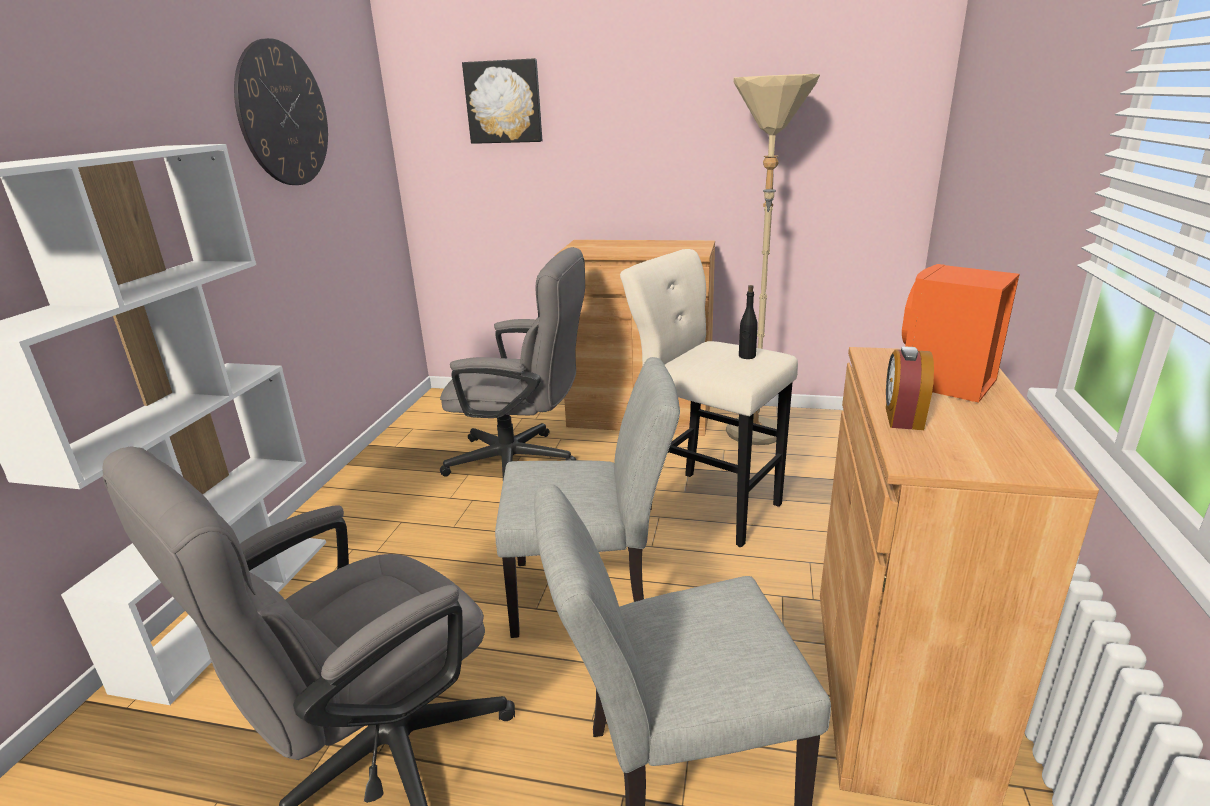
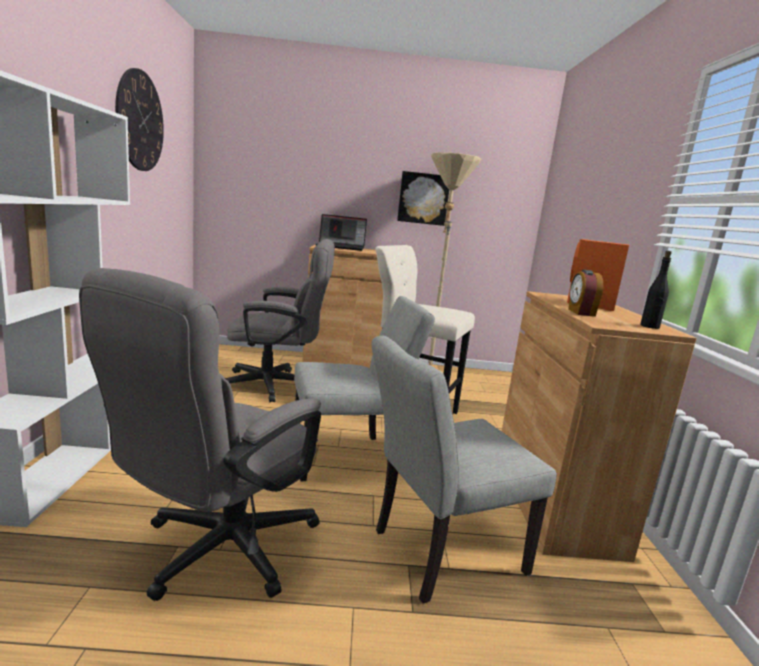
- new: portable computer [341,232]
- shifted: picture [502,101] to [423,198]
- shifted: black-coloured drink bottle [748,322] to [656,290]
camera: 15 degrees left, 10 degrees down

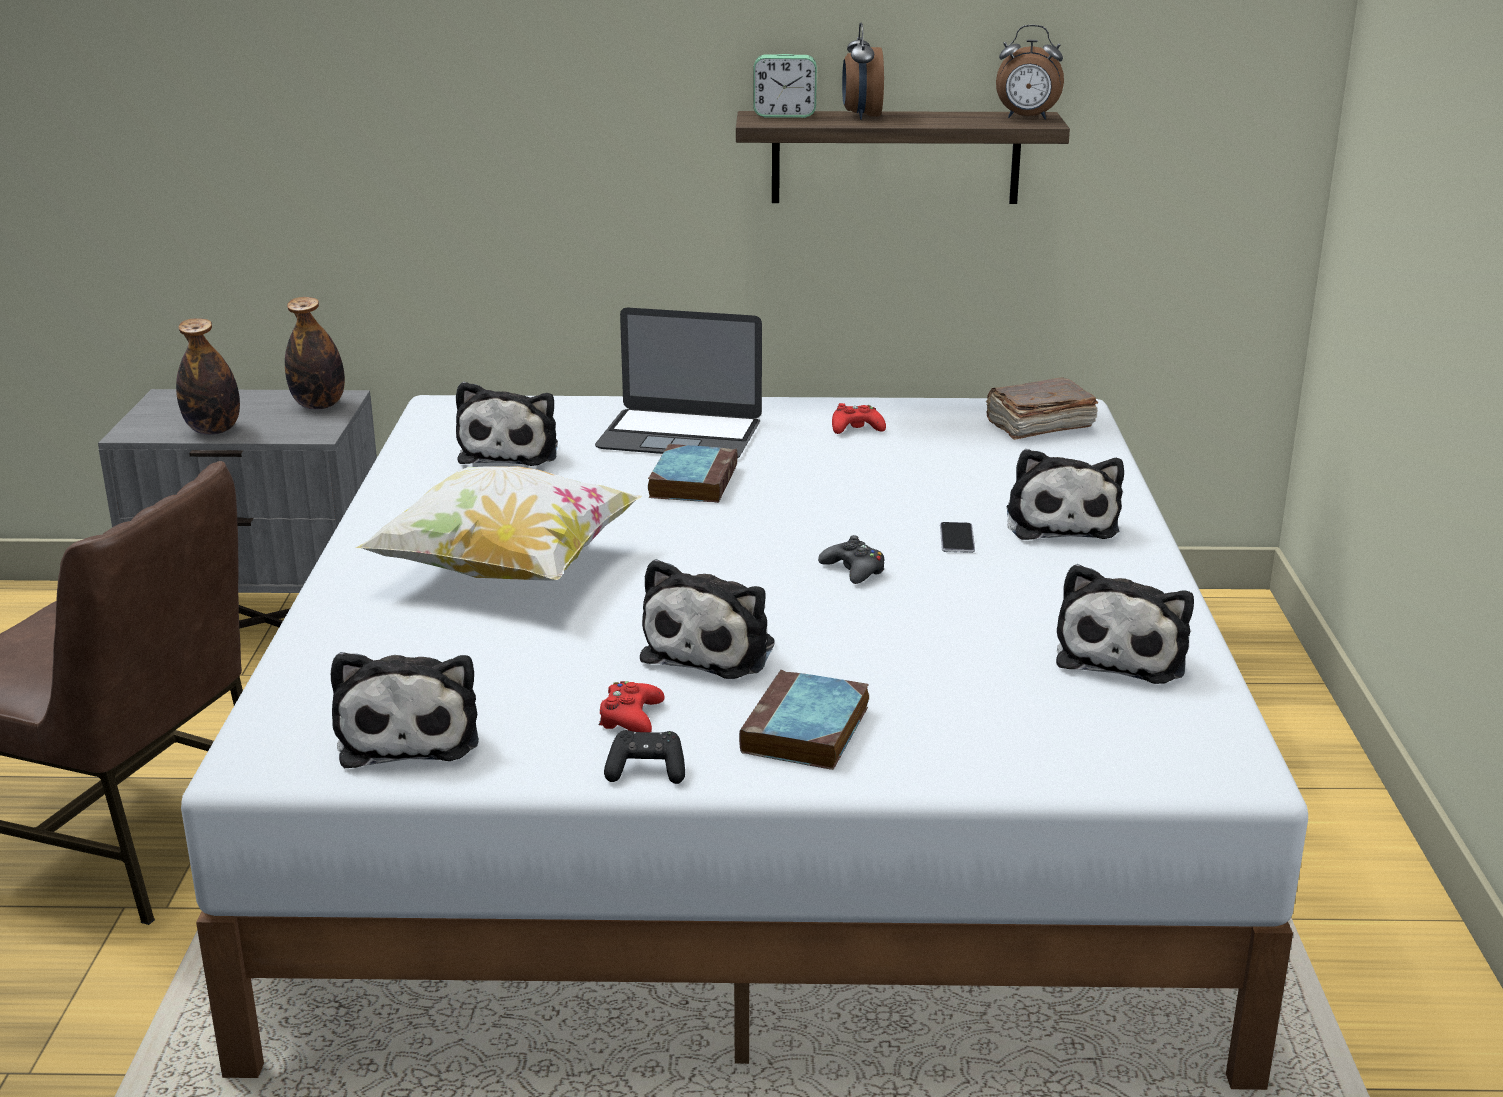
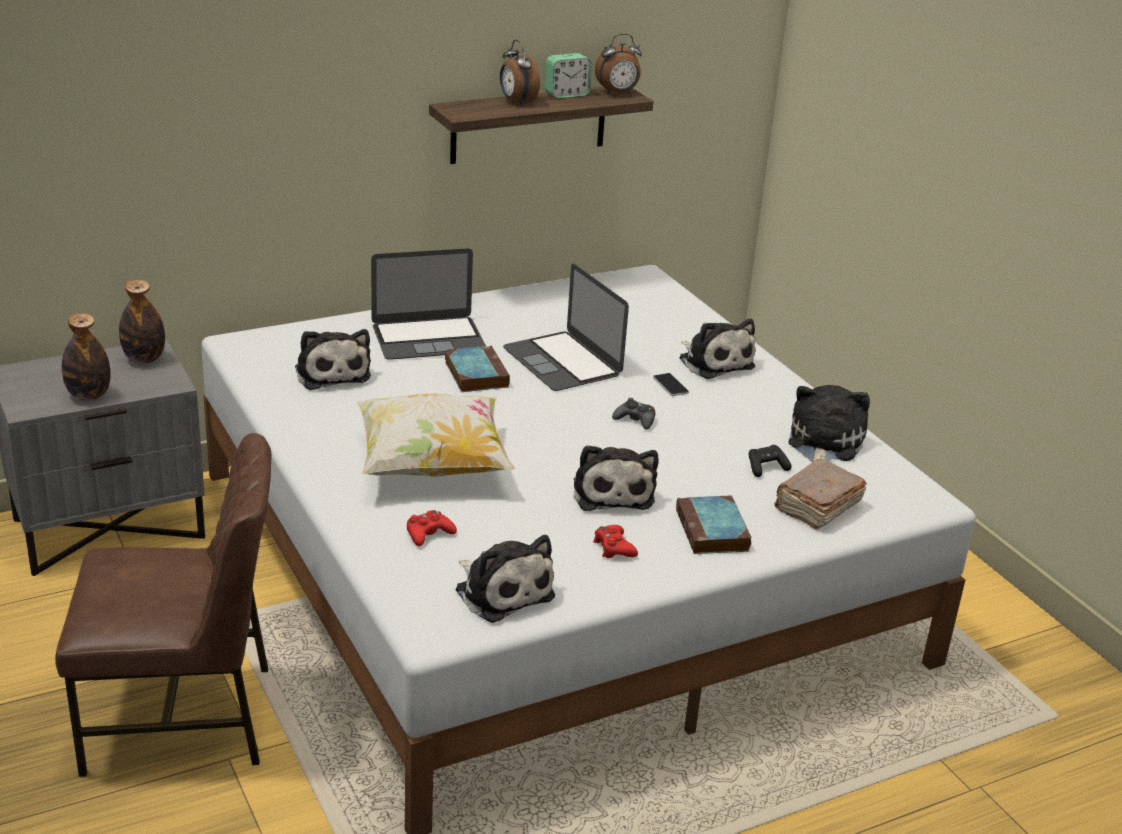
- shifted: red-coloured joypad [859,418] to [432,528]
- new: portable computer [566,327]
- shifted: table clock [785,86] to [568,75]
- shifted: black-coloured joypad [644,757] to [770,461]
- shifted: brown-coloured volume [1041,409] to [820,494]
- rotated: soft toy [1125,624] = [829,423] 150 degrees counterclockwise
camera: 30 degrees left, 5 degrees up

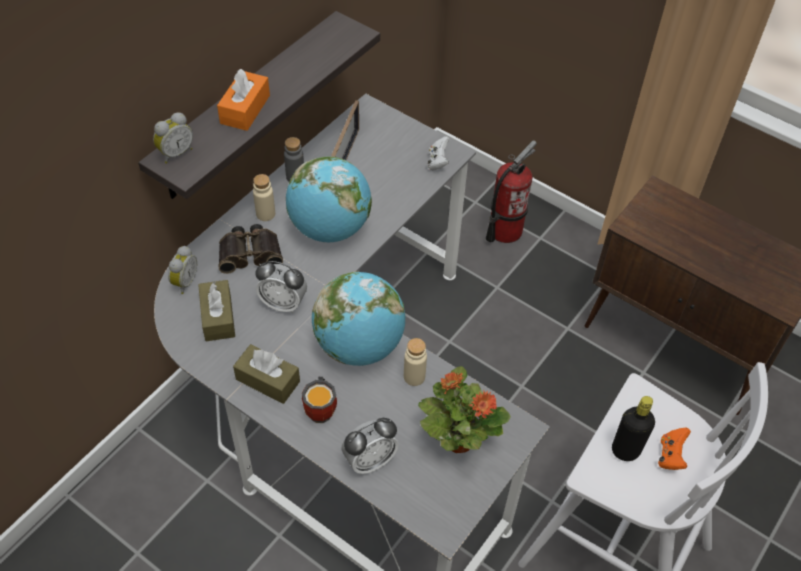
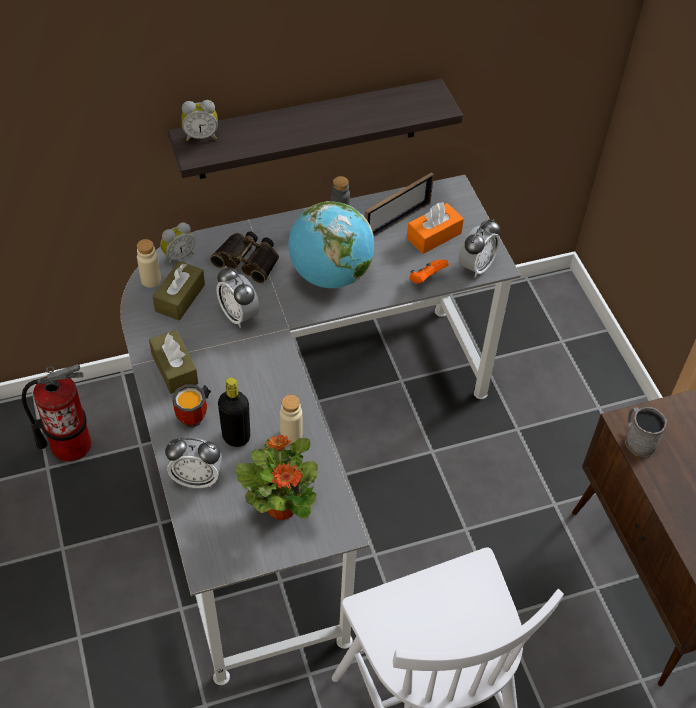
- shifted: fire-fighting cylinder [511,192] to [56,413]
- shifted: sand-coloured drink bottle [264,197] to [149,263]
- shifted: black-coloured drink bottle [633,428] to [234,412]
- shifted: orange-coloured box of tissues [243,100] to [435,228]
- shifted: orange-coloured joypad [674,448] to [429,272]
- swapped: whitish joypad [439,153] to table clock [479,248]
- new: greyish coffee mug [646,432]
- gone: globe [358,319]
camera: 35 degrees right, 0 degrees up

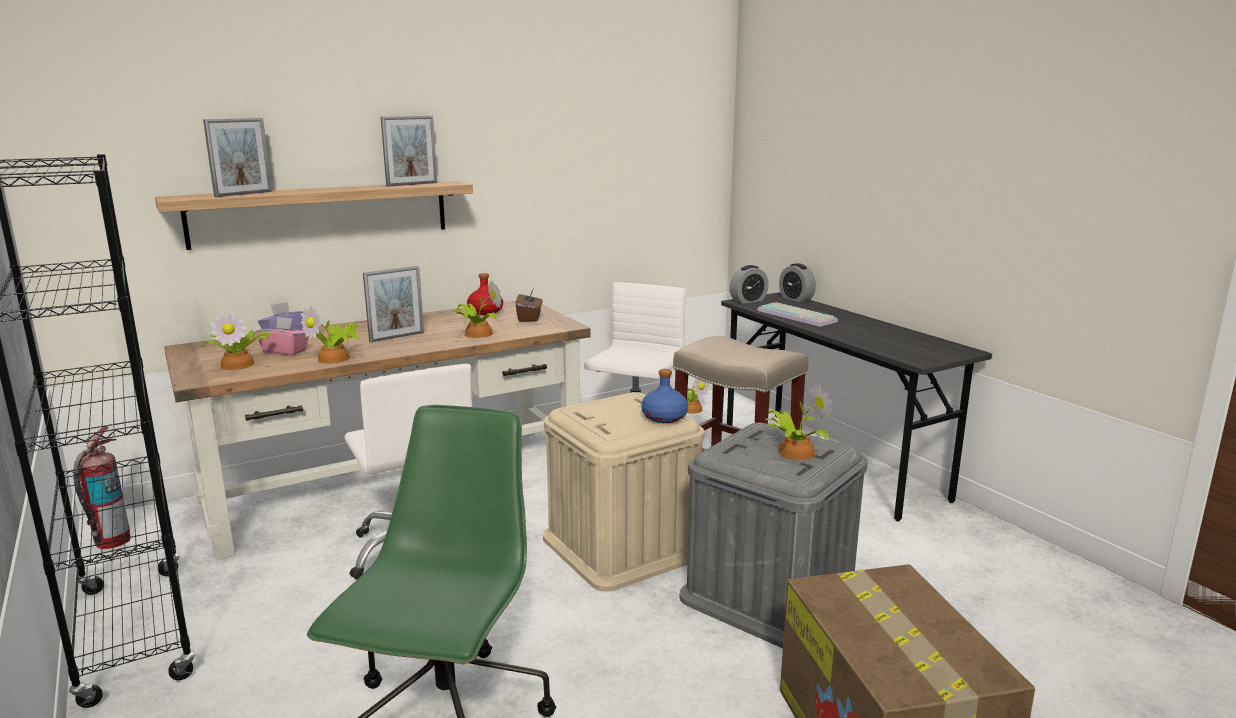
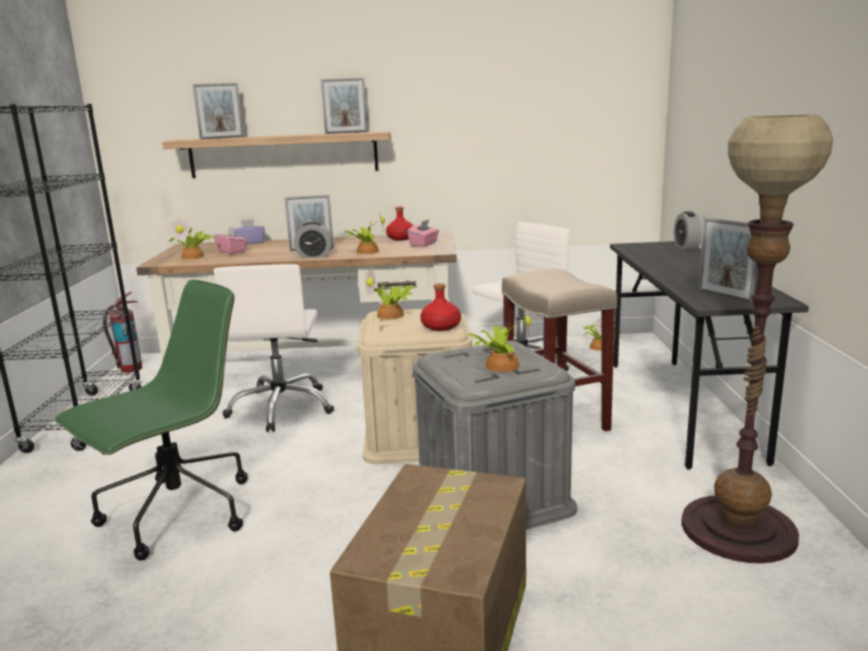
- shifted: table clock [749,284] to [313,240]
- shifted: plant in a pot [331,335] to [389,293]
- repainted: brown-coloured box of tissues [529,305] to pink-coloured box of tissues [423,233]
- repainted: blue-coloured drink bottle [665,396] to red-coloured drink bottle [440,307]
- new: floor lamp [757,339]
- new: picture frame [728,260]
- gone: PC keyboard [797,314]
camera: 30 degrees right, 0 degrees up

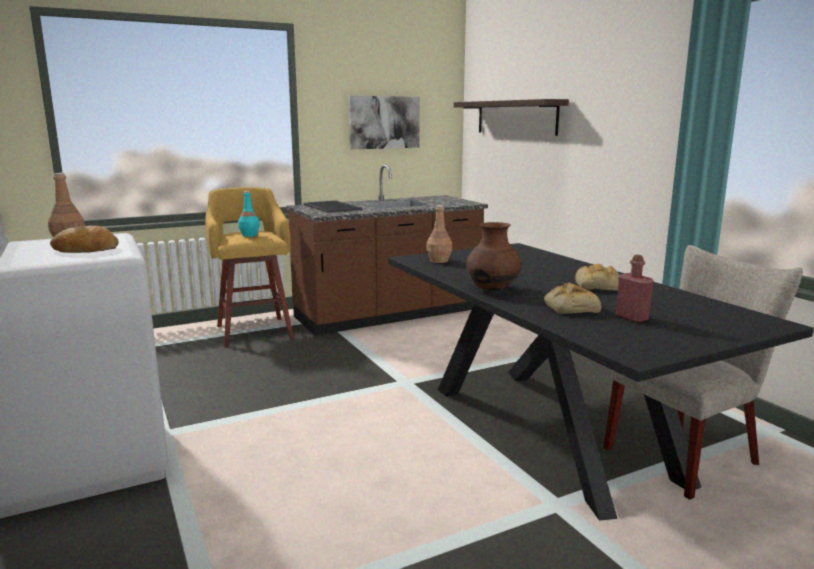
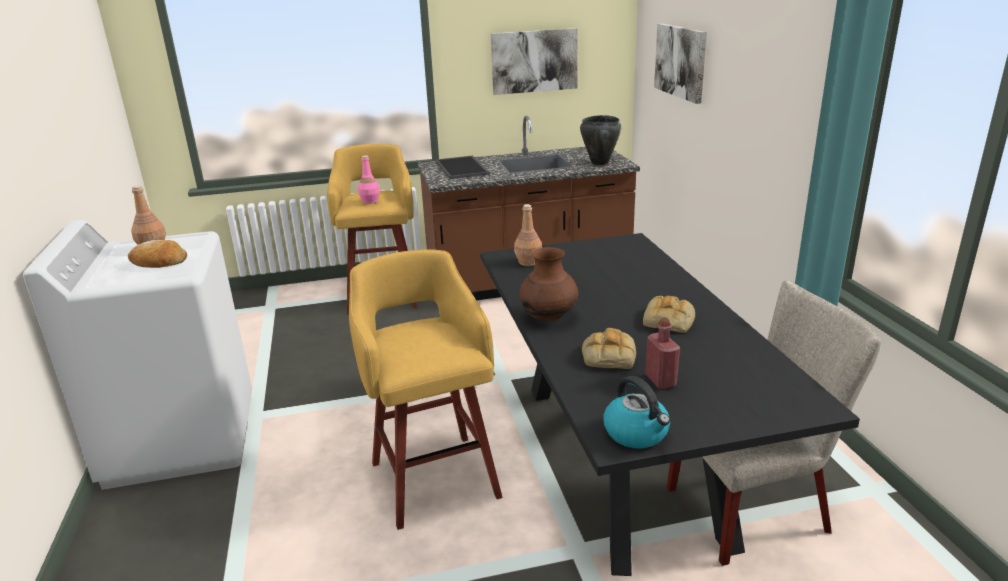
- new: yellow sitting stool [425,389]
- repainted: turquoise drink bottle [249,214] to pink-coloured drink bottle [369,179]
- new: black-coloured cooking pot [600,140]
- new: kettle [636,412]
- swapped: shelf [511,117] to picture [680,63]
camera: 15 degrees right, 10 degrees up

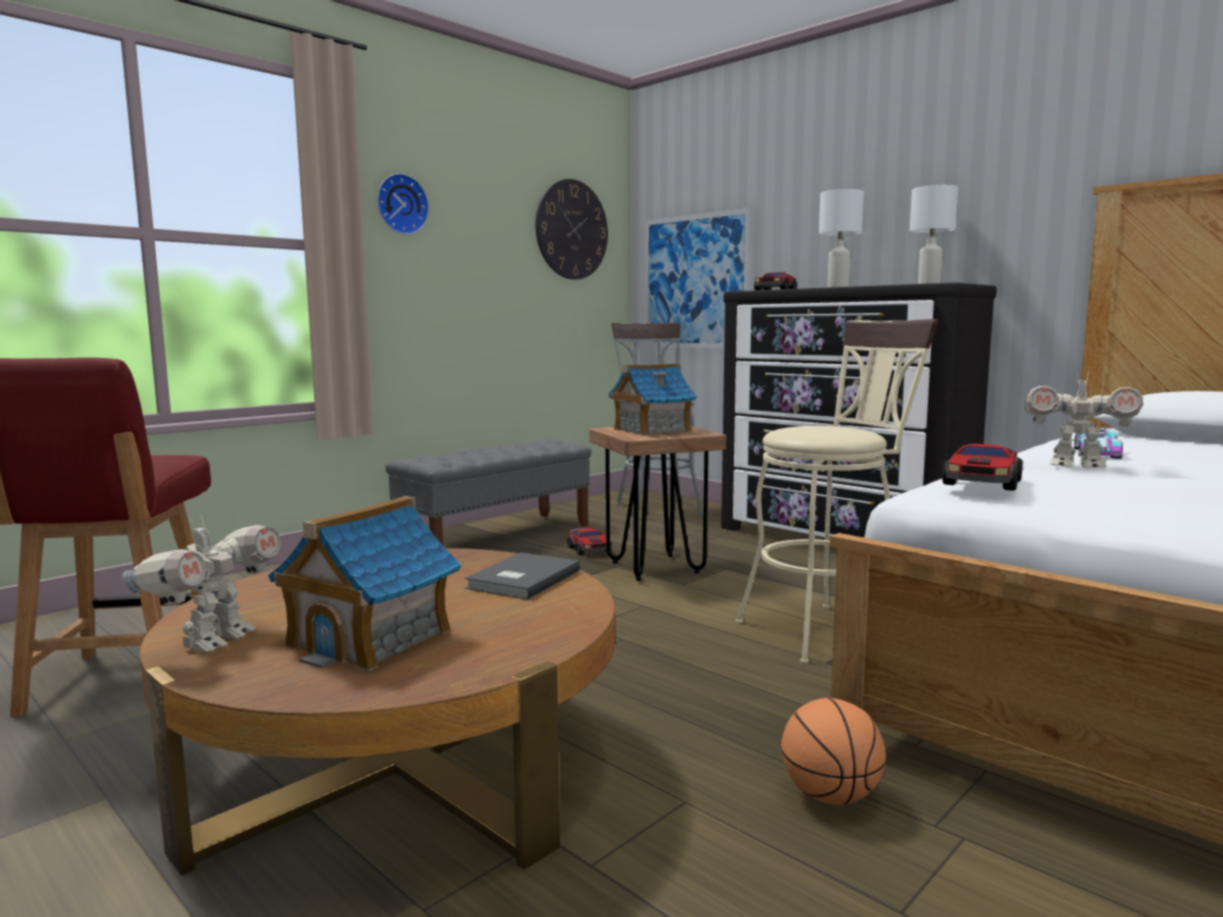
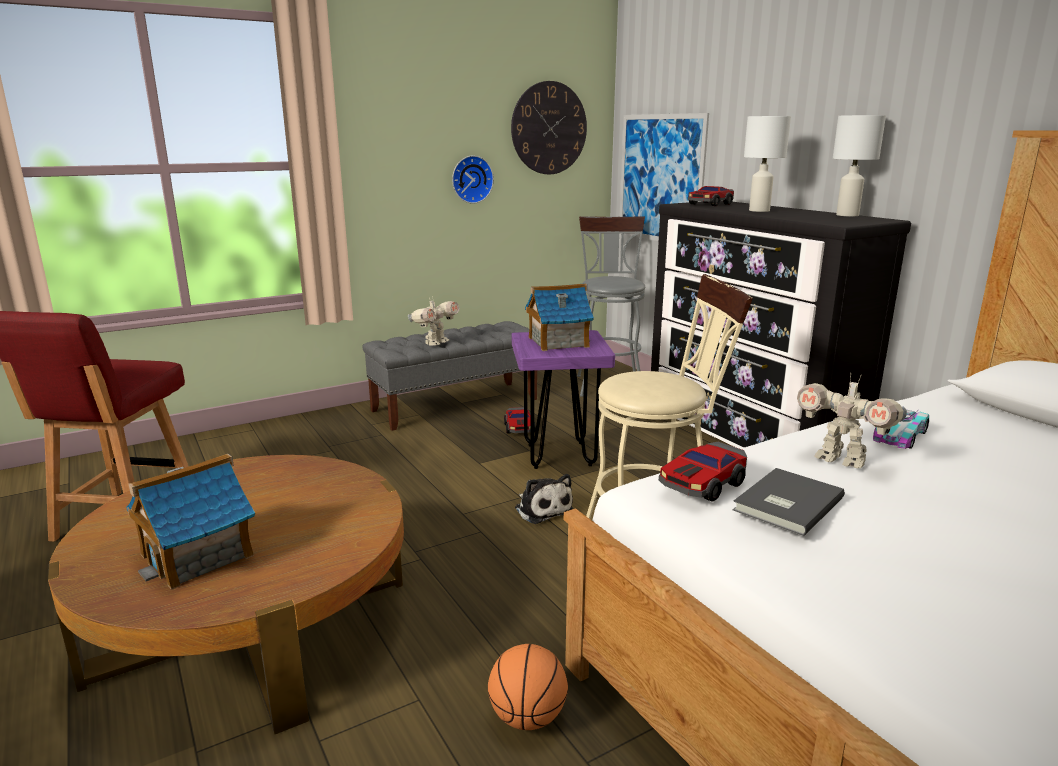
- shifted: toy robot [202,583] to [433,321]
- shifted: clock on the wall [403,204] to [473,180]
- repainted: brown-coloured sitting stool [657,503] to purplish sitting stool [563,399]
- new: soft toy [544,499]
- shifted: greyish volume [522,576] to [789,502]
camera: 15 degrees right, 10 degrees up

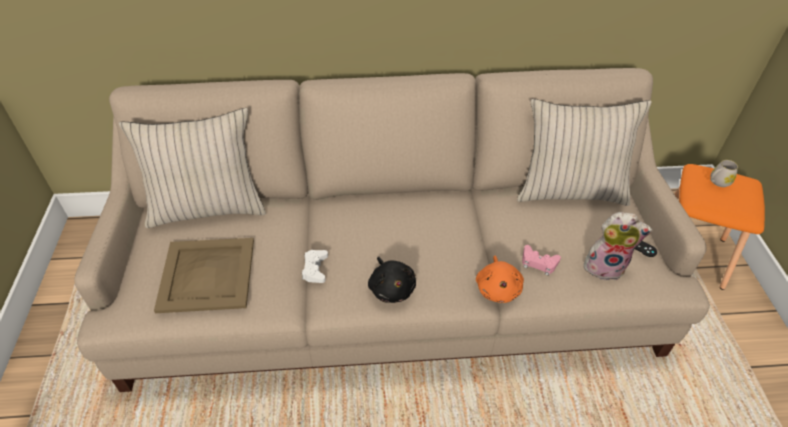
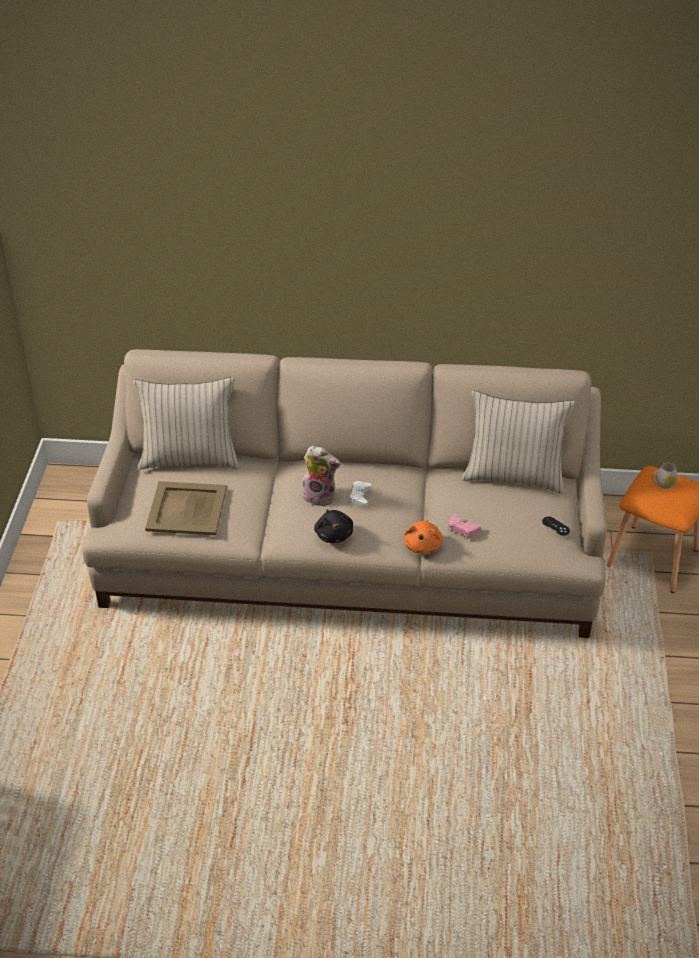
- shifted: soft toy [618,246] to [321,476]
- shifted: whitish joypad [315,266] to [360,494]
camera: 10 degrees right, 5 degrees down

